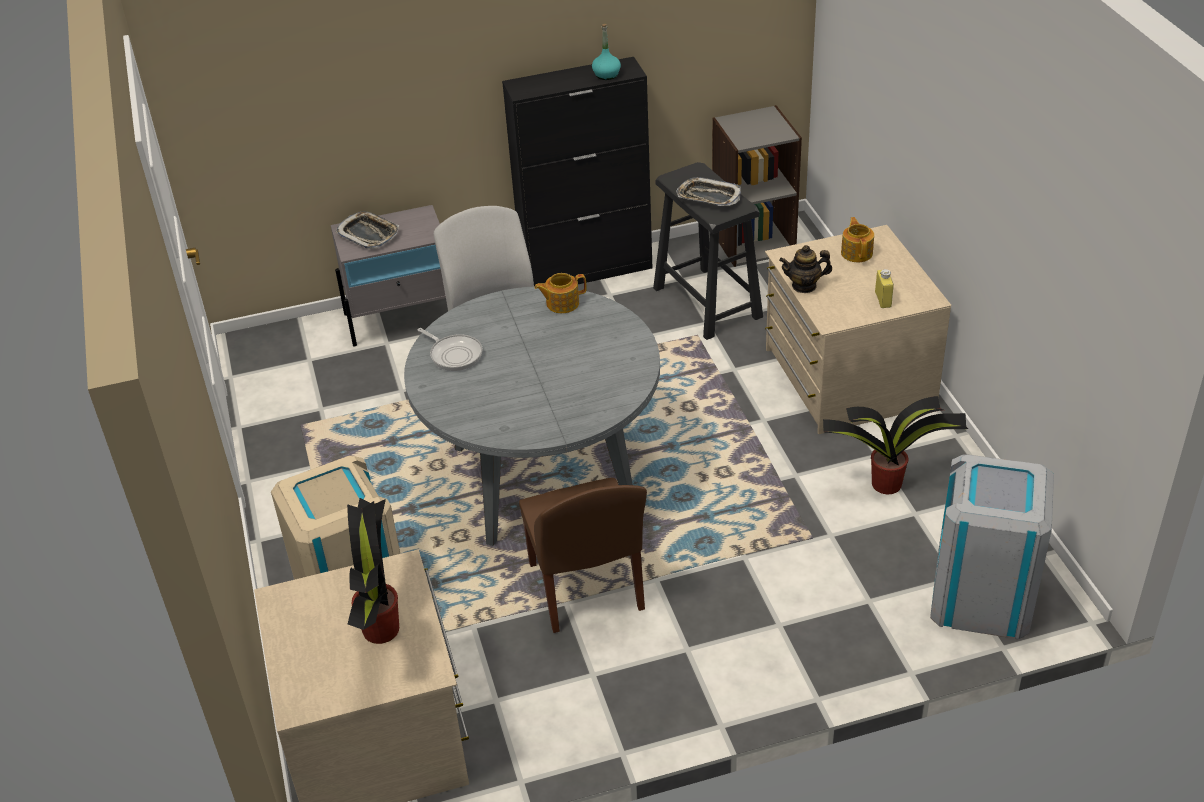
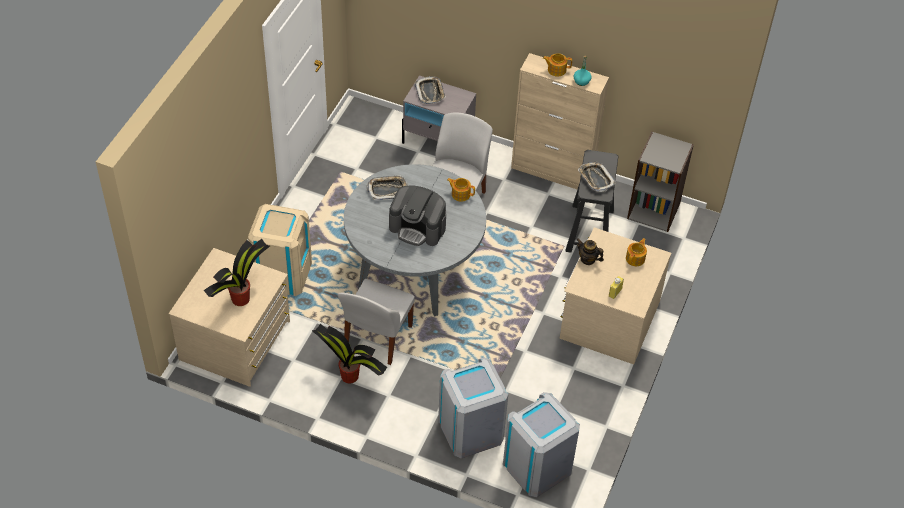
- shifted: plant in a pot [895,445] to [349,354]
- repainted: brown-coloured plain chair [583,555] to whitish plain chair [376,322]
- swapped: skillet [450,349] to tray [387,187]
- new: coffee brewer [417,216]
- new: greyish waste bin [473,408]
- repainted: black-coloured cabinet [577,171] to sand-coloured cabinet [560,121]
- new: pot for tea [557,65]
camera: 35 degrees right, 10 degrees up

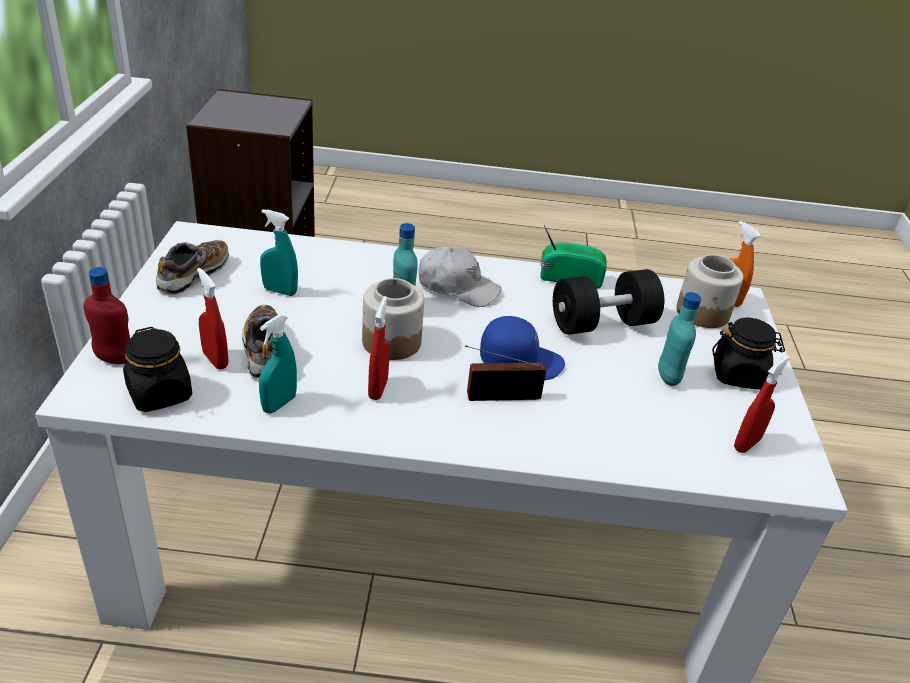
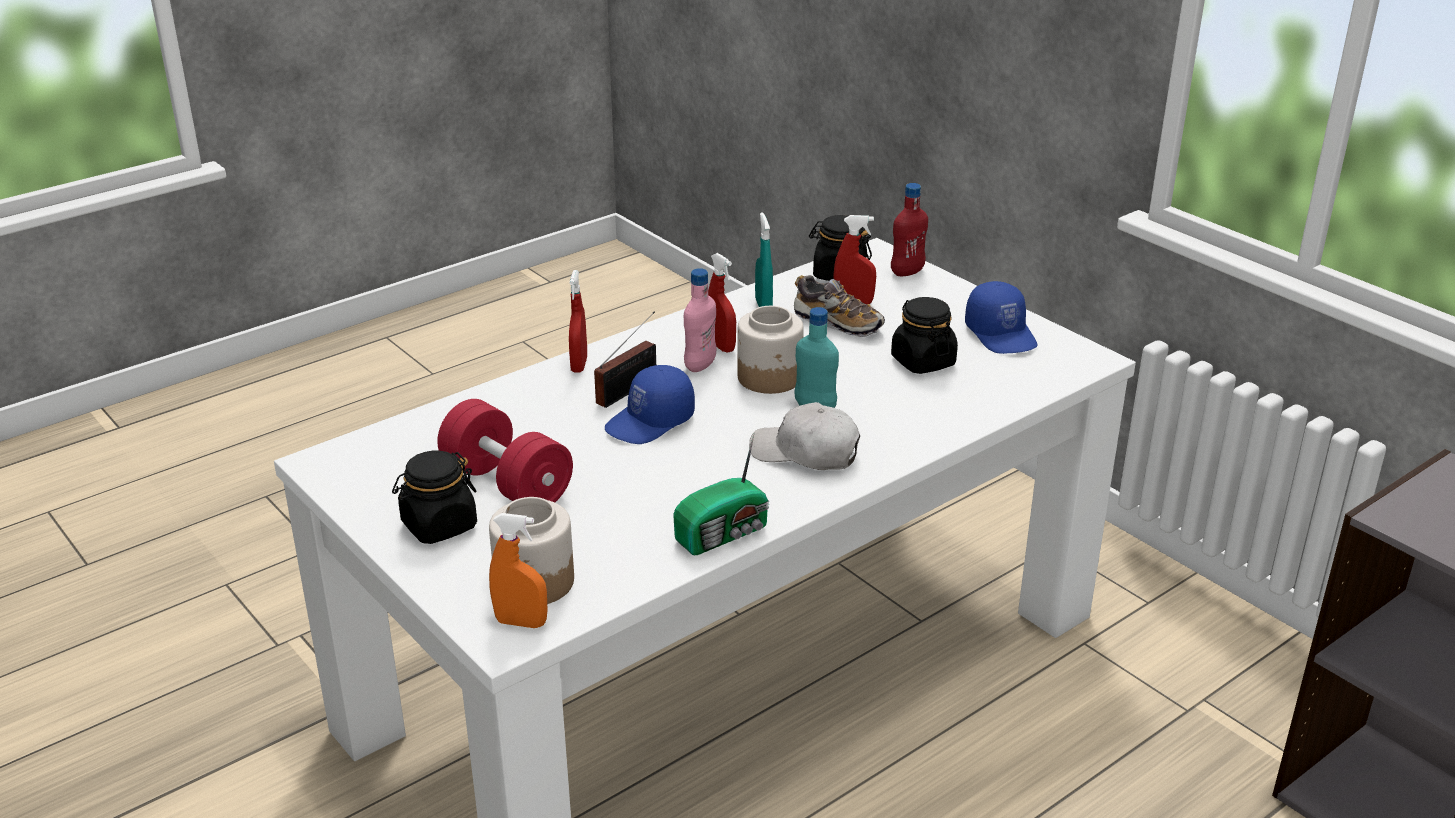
- swapped: turquoise drink bottle [679,339] to red-coloured hand weight [505,450]
- shifted: red-coloured spray bottle [762,404] to [578,321]
- new: pink-coloured drink bottle [700,320]
- rotated: whitish cap [459,276] = [804,436] 45 degrees clockwise
- swapped: turquoise spray bottle [279,252] to black-coloured storage jar [924,335]
- swapped: low shoe [192,267] to blue-coloured cap [1001,317]
- gone: black-coloured hand weight [608,302]
camera: 140 degrees right, 5 degrees down

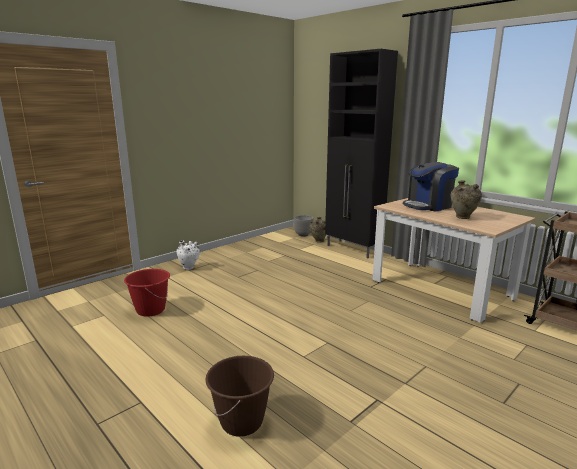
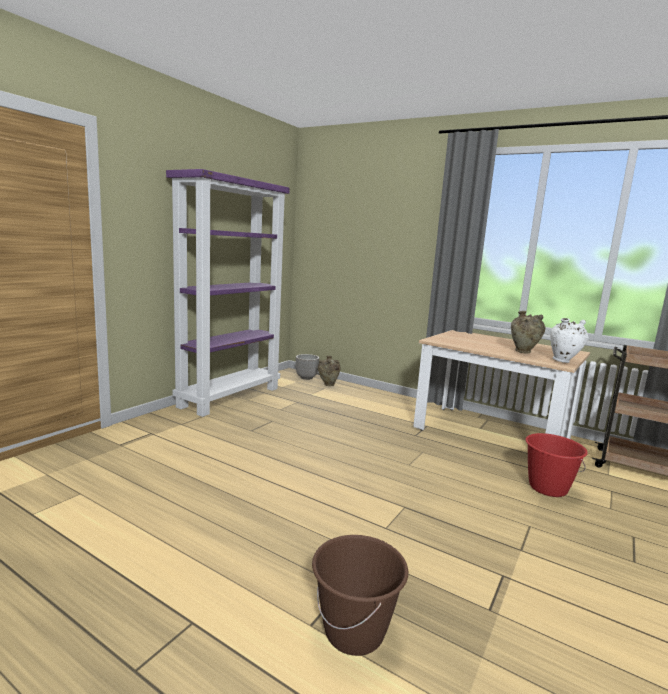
- new: purplish bookcase [228,293]
- shifted: red-coloured pail [147,293] to [556,465]
- shifted: whitish vase [188,255] to [569,340]
- gone: black-coloured cabinet [361,153]
- gone: coffee brewer [431,186]
camera: 15 degrees left, 5 degrees down

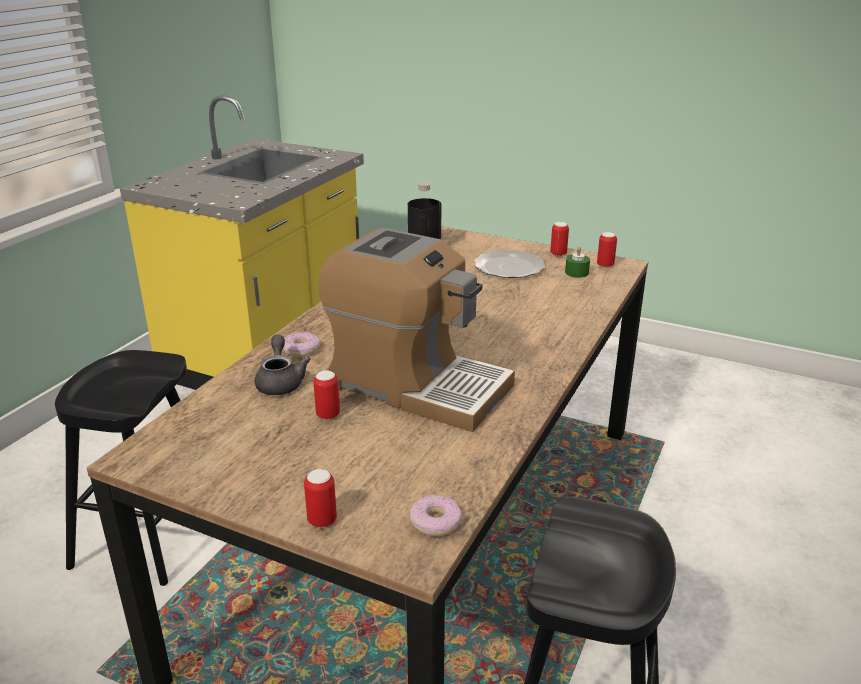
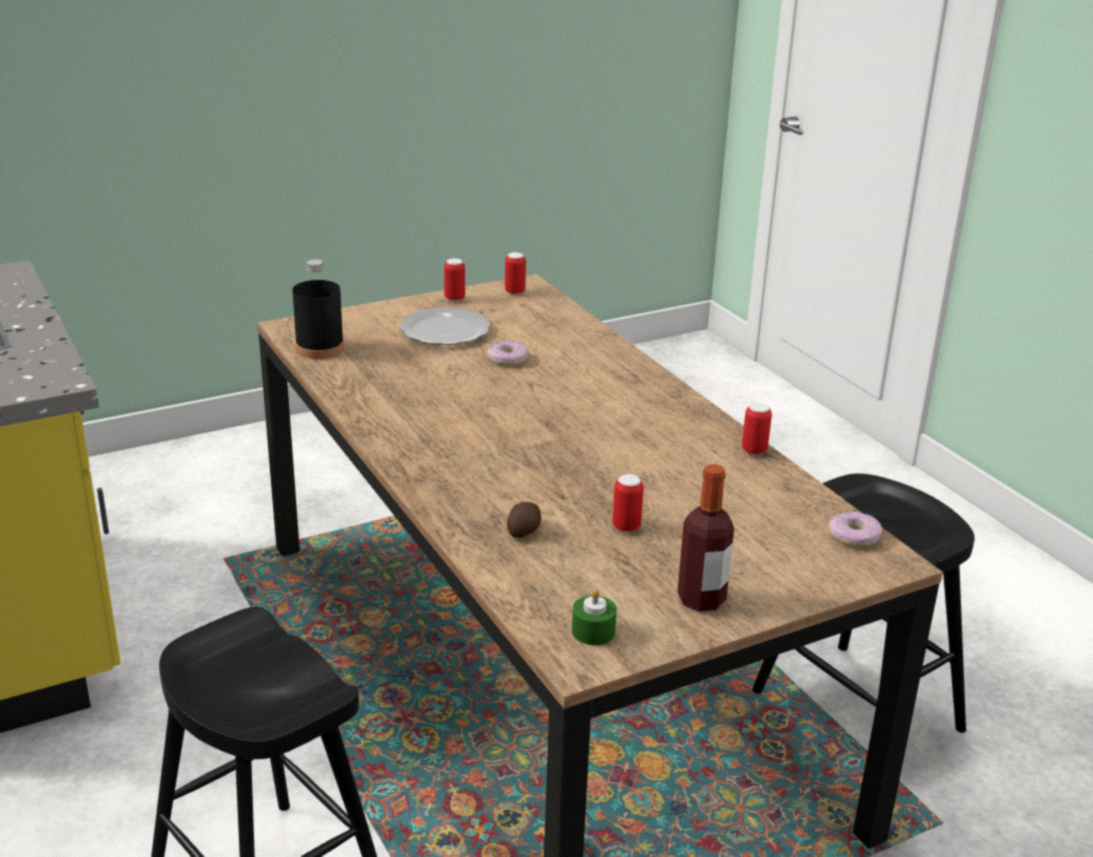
- shifted: donut [301,344] to [507,353]
- swapped: greyish pot for tea [283,365] to spud [524,520]
- shifted: green wax candle [577,262] to [594,616]
- new: drink bottle [705,538]
- shifted: sealed can [320,498] to [757,429]
- gone: coffee brewer [416,330]
camera: 55 degrees left, 0 degrees up

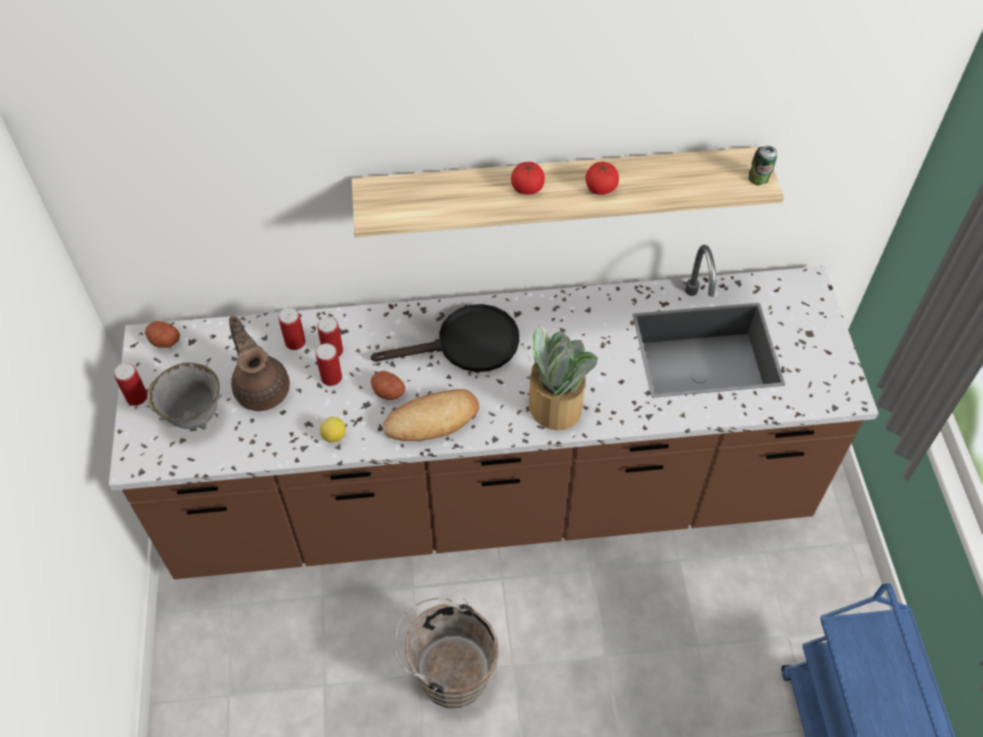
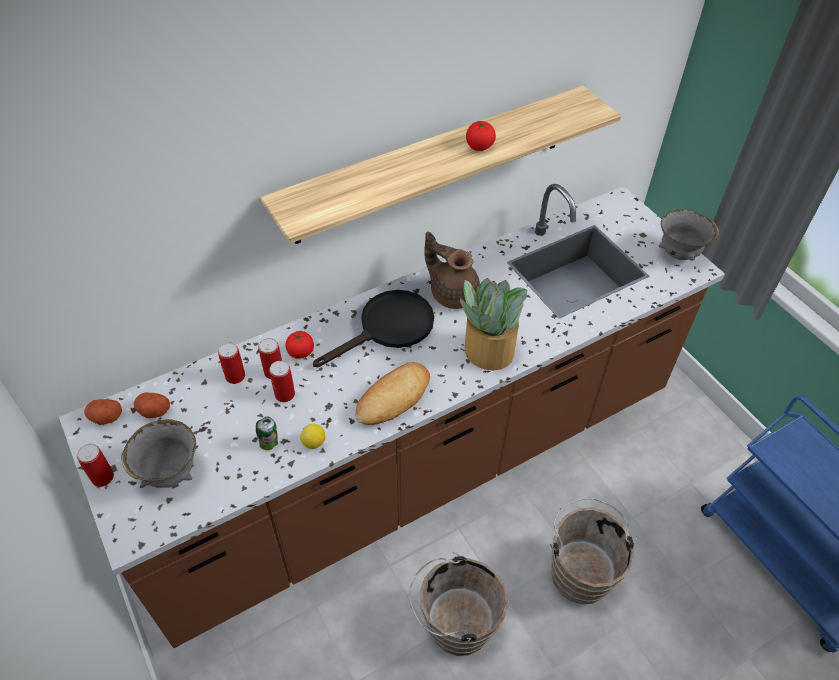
- shifted: spud [388,385] to [152,405]
- shifted: sealed can [763,165] to [267,433]
- shifted: whole tomato [528,178] to [300,345]
- shifted: brown-coloured pot for tea [259,363] to [452,270]
- new: brown-coloured pail [593,551]
- new: greyish deep dish [688,235]
camera: 25 degrees left, 5 degrees down

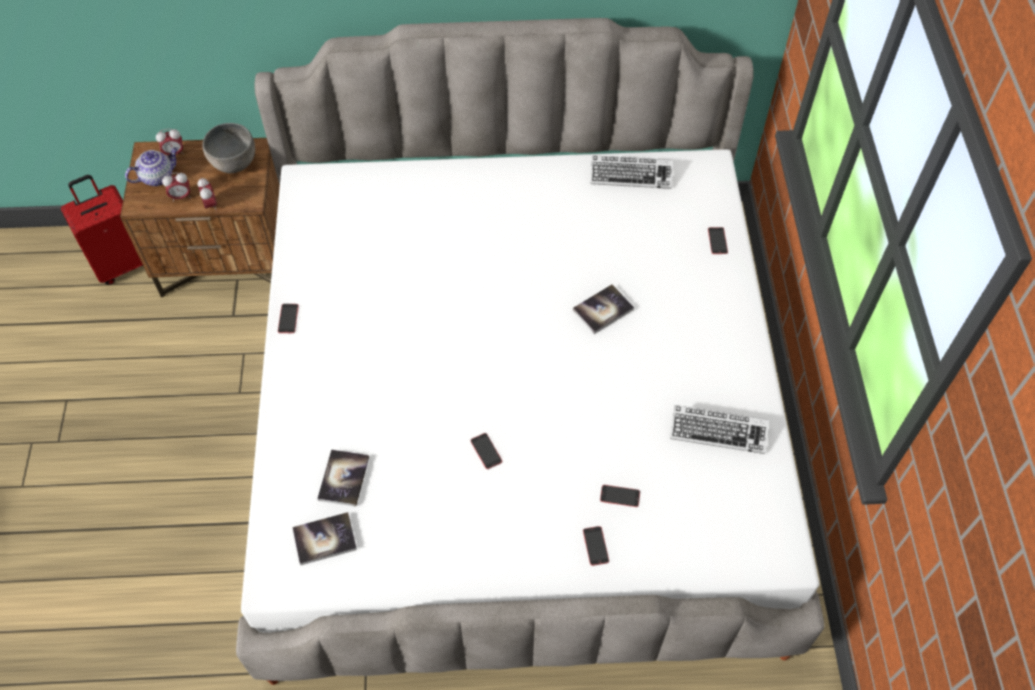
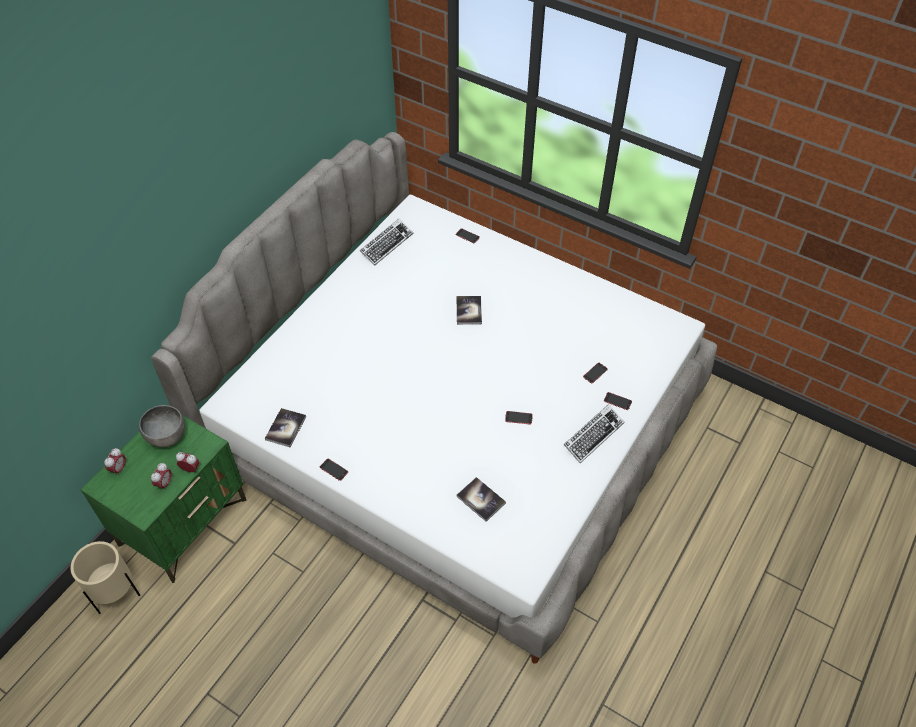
- swapped: red-coloured suitcase [102,230] to sand-coloured plant pot [105,577]
- repainted: brown-coloured nightstand [200,218] to green nightstand [164,499]
- shifted: volume [324,538] to [285,427]
- shifted: PC keyboard [719,429] to [593,433]
- gone: pot for tea [151,166]
camera: 55 degrees left, 5 degrees down

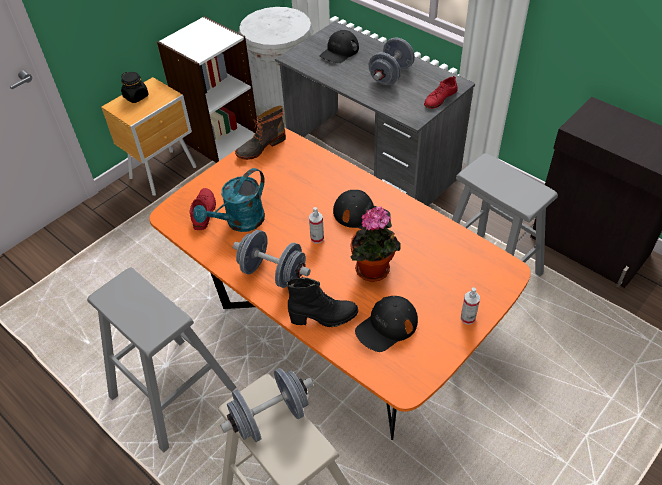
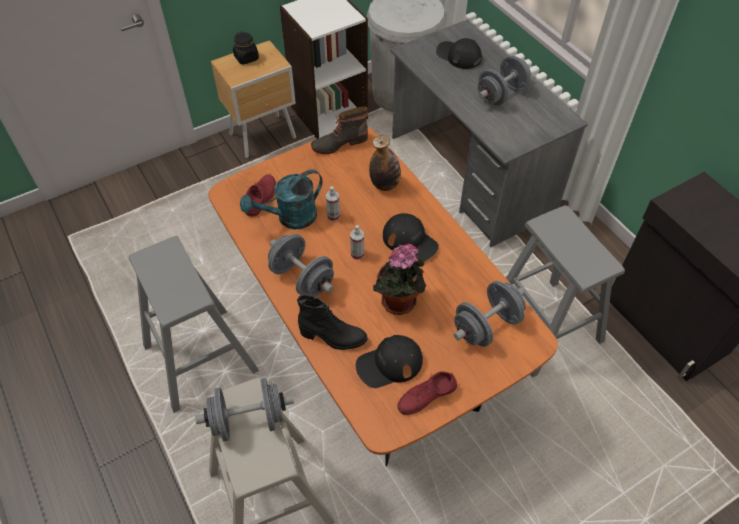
- shifted: spray bottle [470,306] to [333,203]
- new: drink bottle [385,163]
- shifted: red-coloured low shoe [441,92] to [427,393]
- rotated: black-coloured cap [339,46] = [459,53] 75 degrees clockwise
- new: greyish hand weight [490,314]
camera: 15 degrees right, 5 degrees up

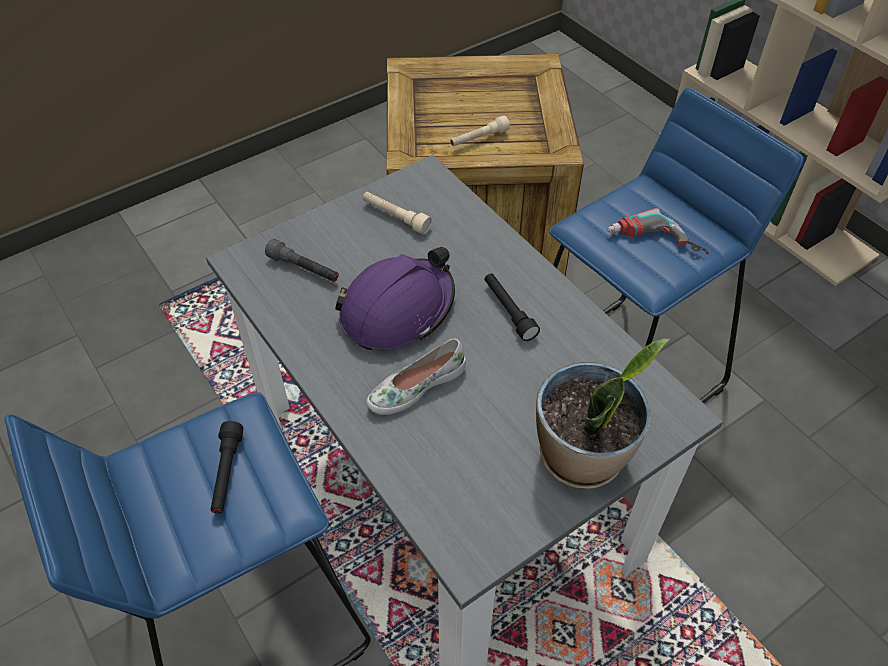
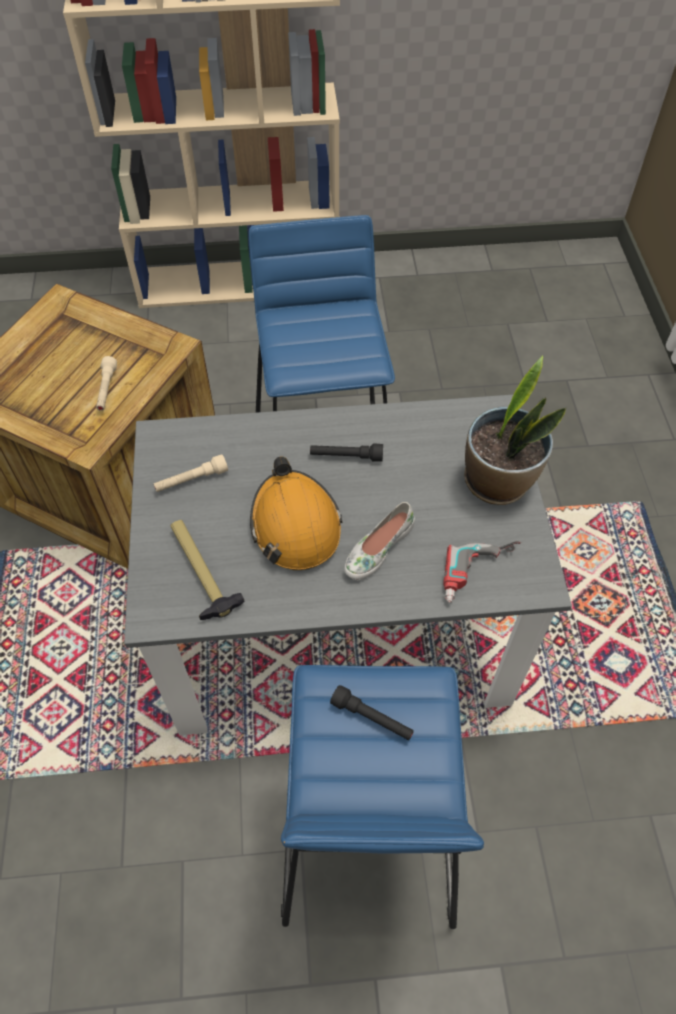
- swapped: greyish torch [302,260] to hand hammer [207,570]
- repainted: purplish safety helmet [395,298] to orange-coloured safety helmet [296,513]
- rotated: whitish low shoe [416,377] = [379,541] 45 degrees clockwise
- shifted: drill [658,231] to [482,572]
camera: 60 degrees left, 5 degrees up

